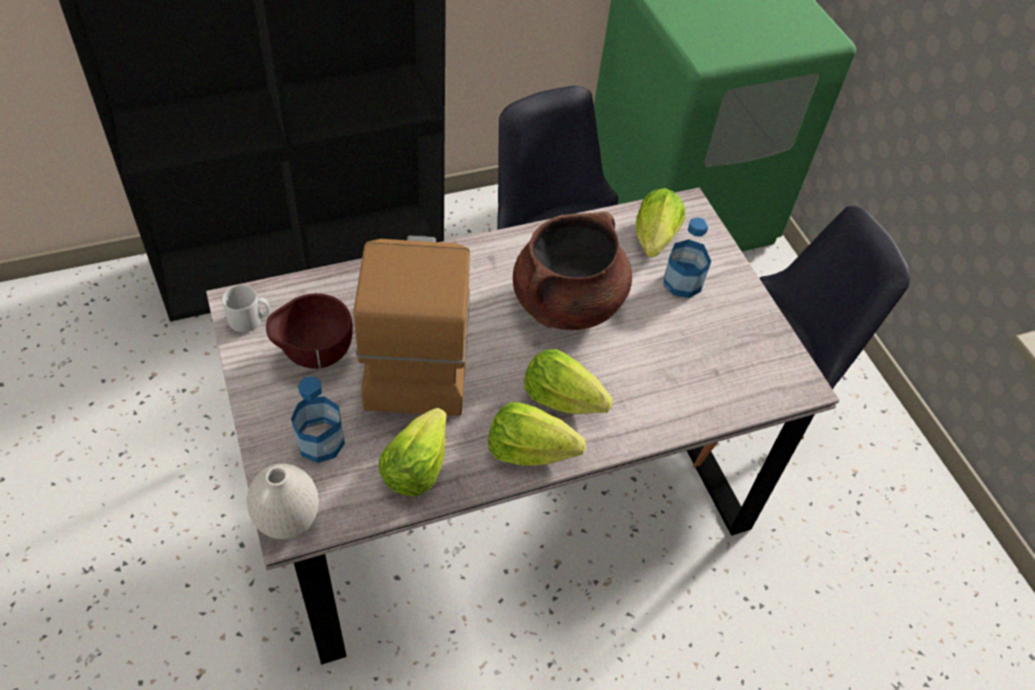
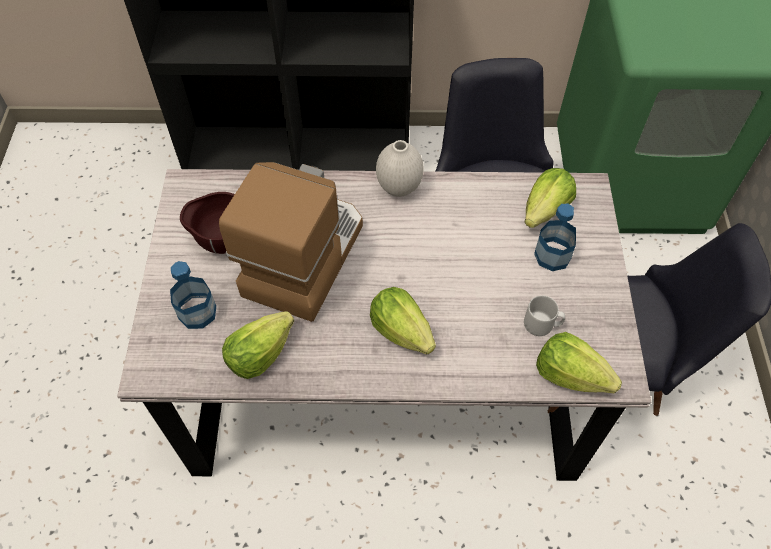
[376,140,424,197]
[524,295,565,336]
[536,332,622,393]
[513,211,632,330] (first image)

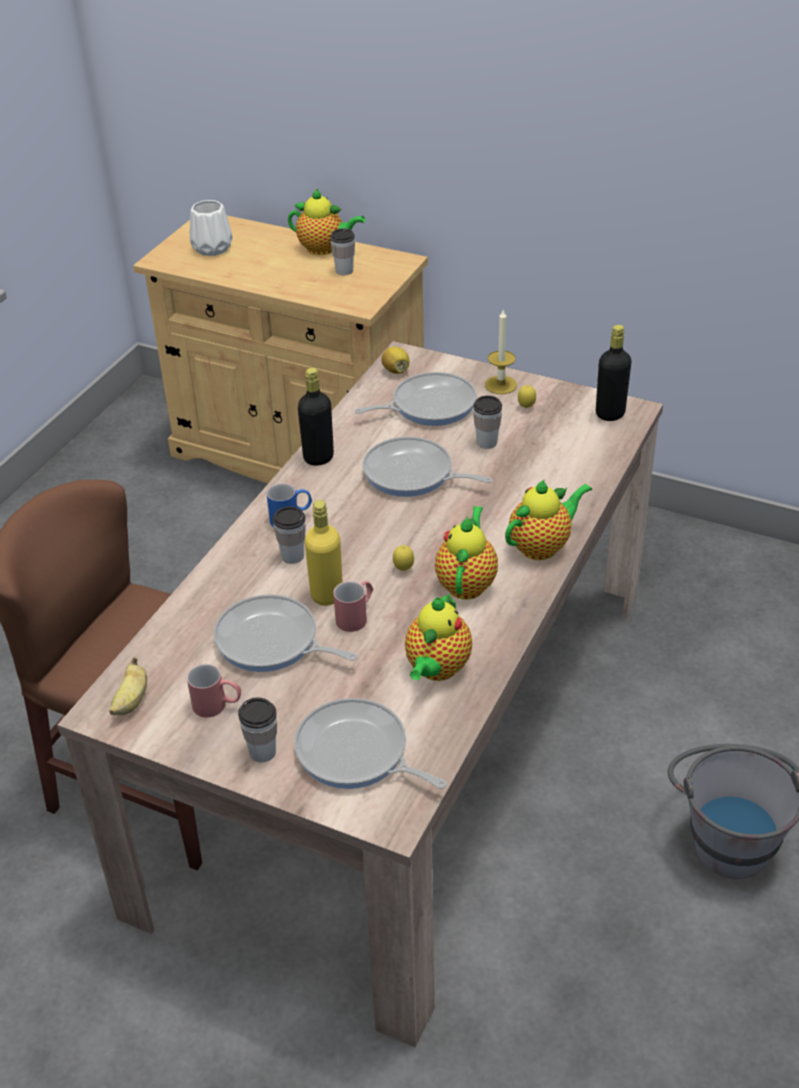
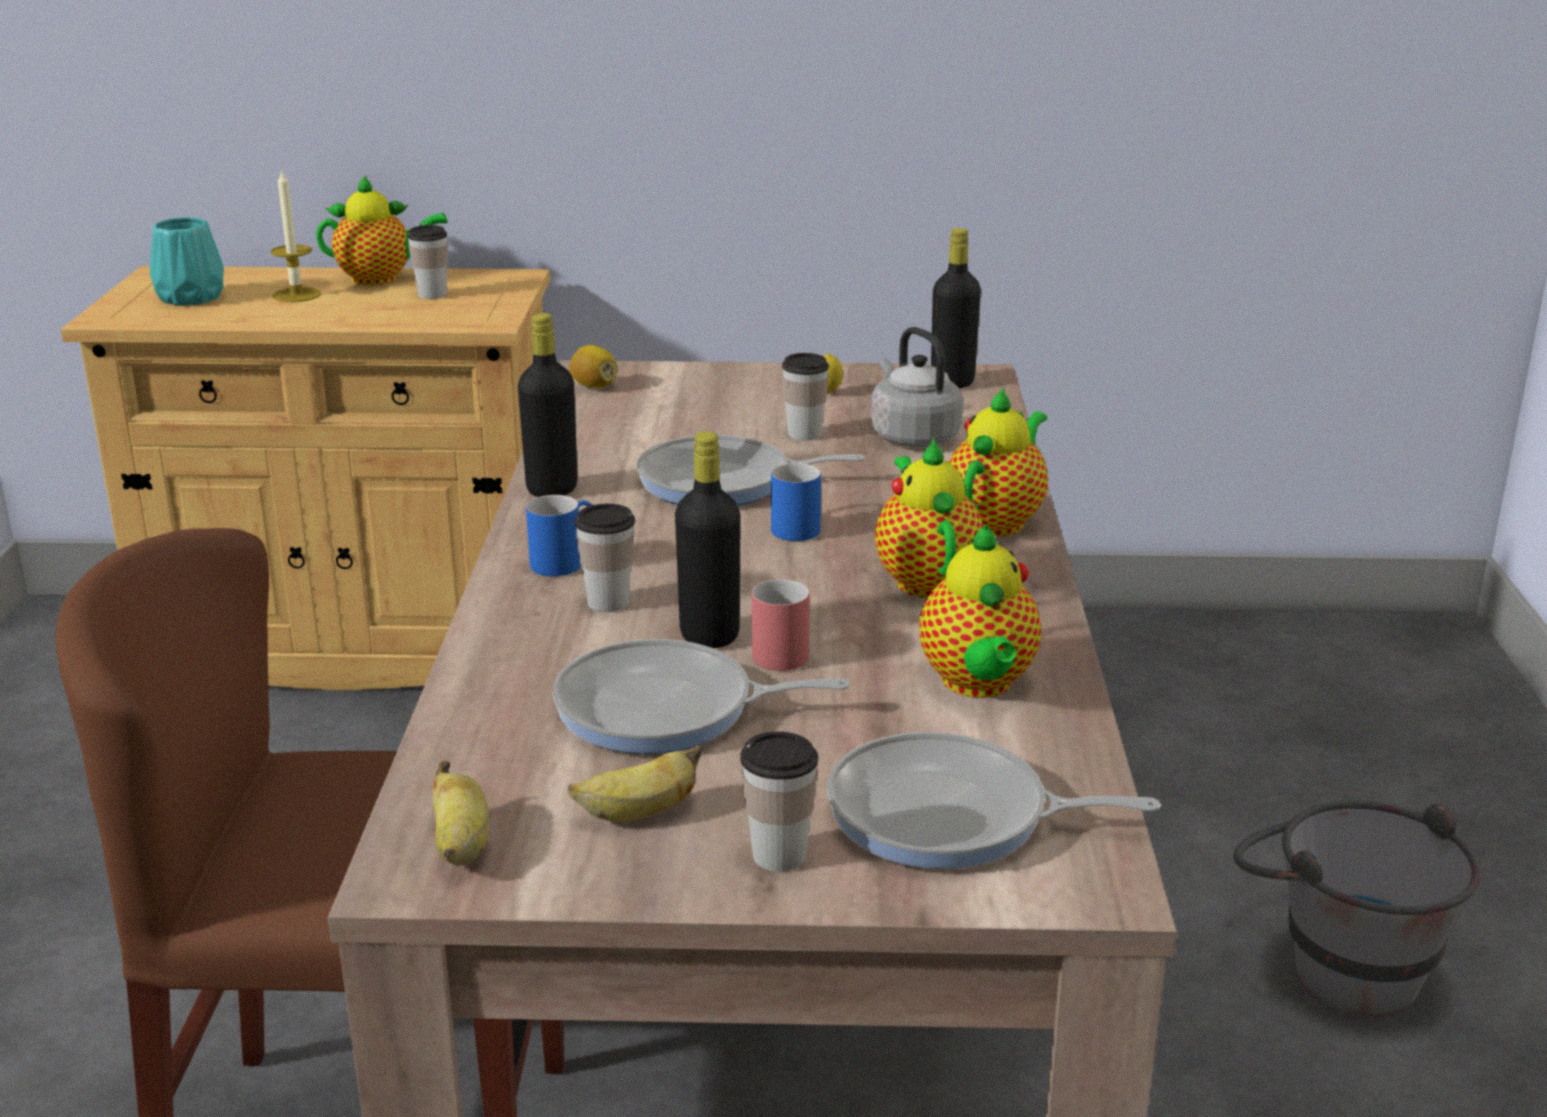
[150,217,224,306]
[271,169,321,302]
[568,745,701,822]
[675,431,741,648]
[771,463,821,541]
[871,327,963,447]
[355,372,477,426] (first image)
[393,545,414,571] (first image)

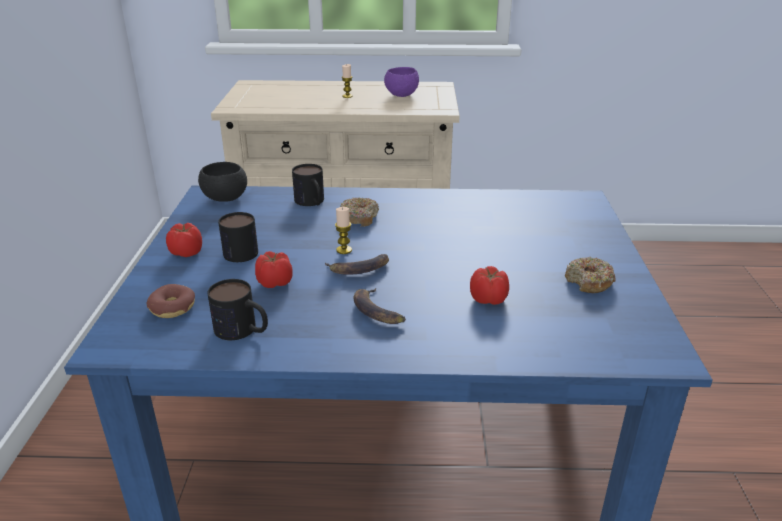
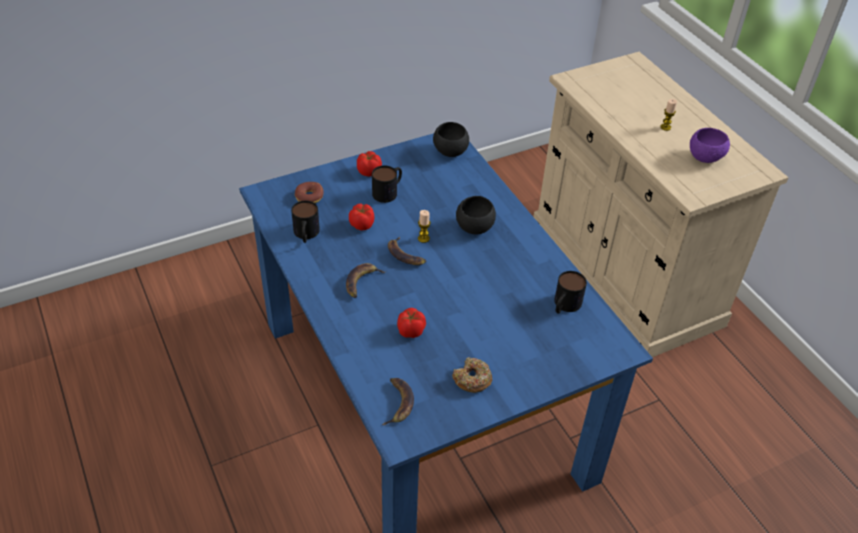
[382,378,414,425]
[456,196,496,234]
[554,271,587,313]

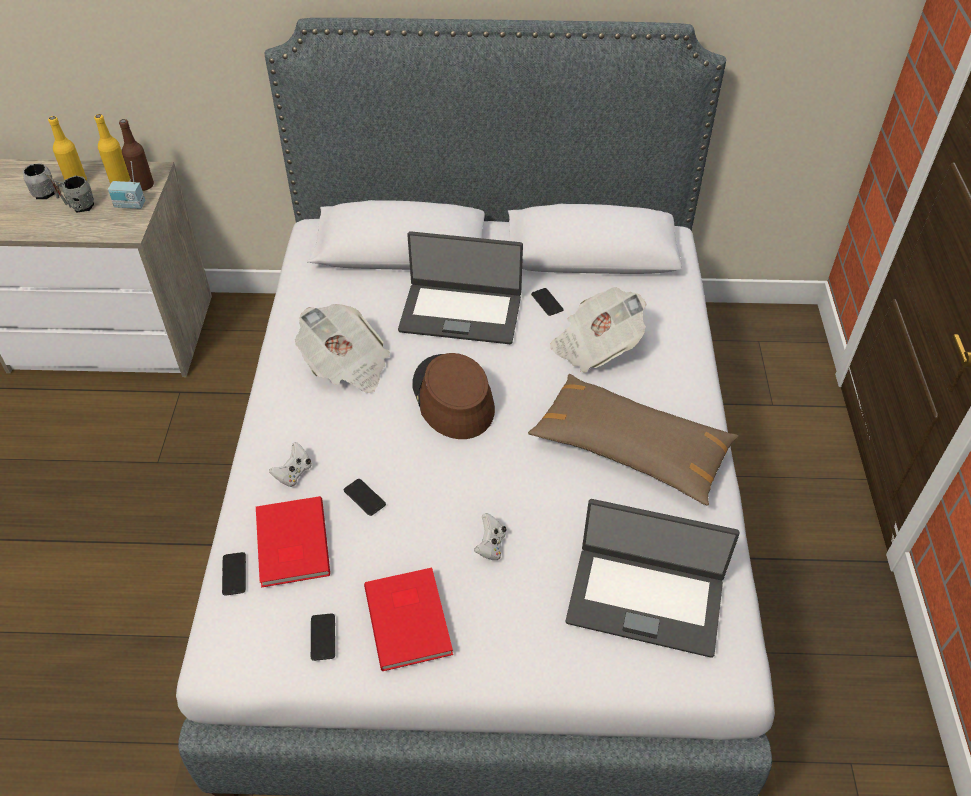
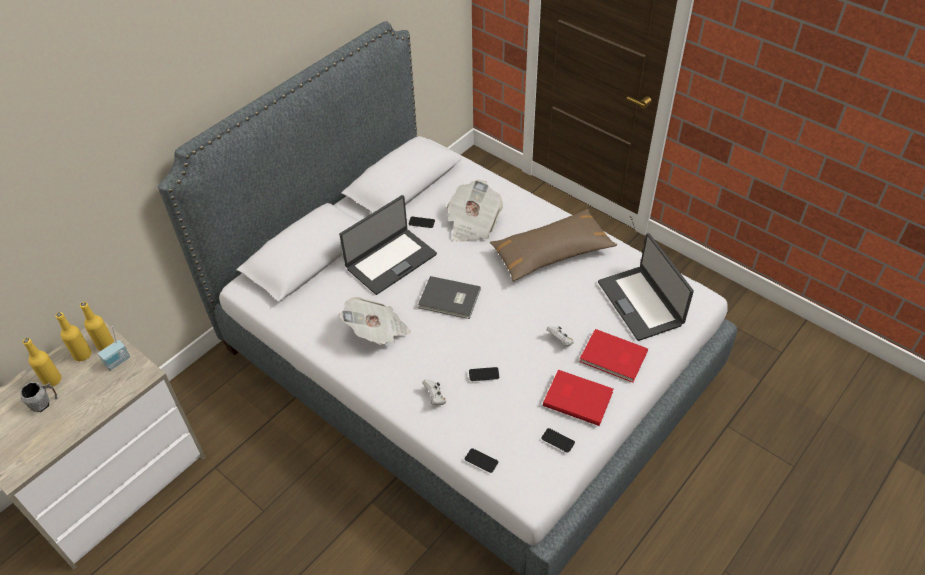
[80,302,114,351]
[418,276,481,319]
[579,329,648,383]
[598,233,694,341]
[54,176,94,213] (first image)

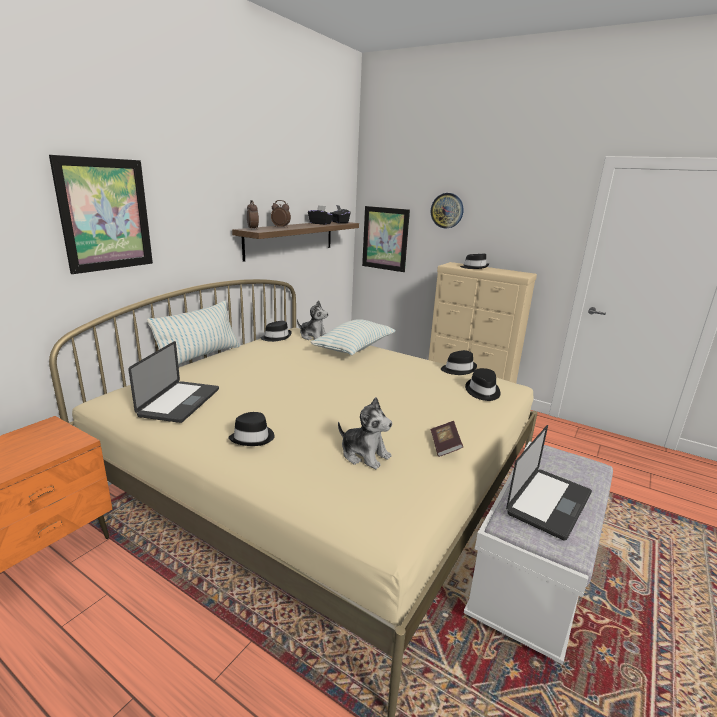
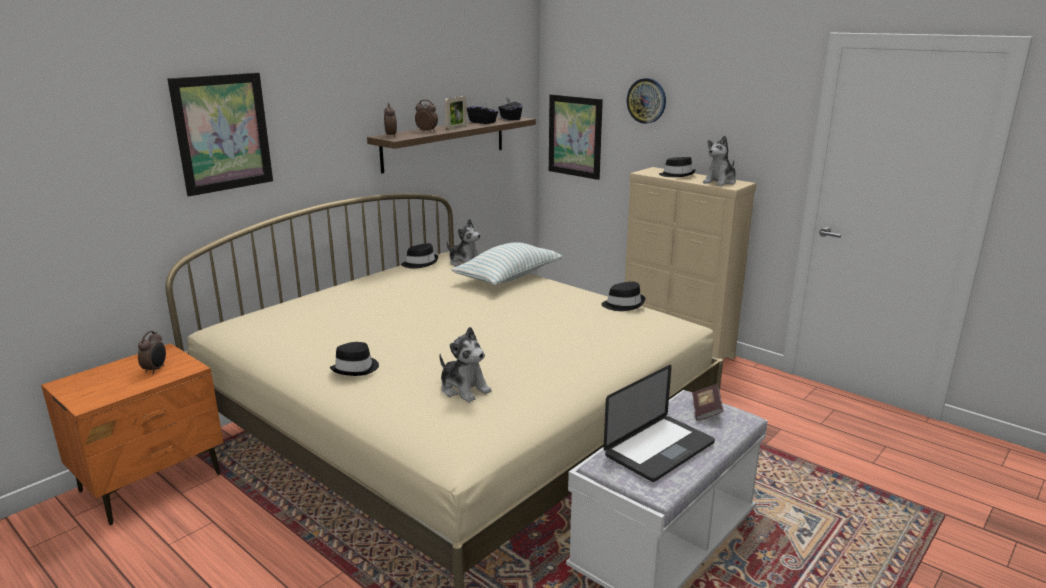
[138,331,166,374]
[445,96,467,130]
[692,384,724,421]
[703,136,736,186]
[128,341,219,423] (first image)
[147,300,240,365] (first image)
[465,368,500,401] (first image)

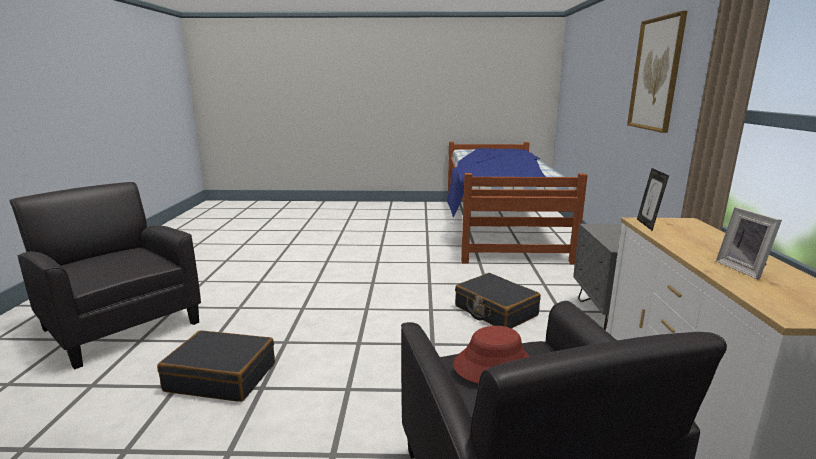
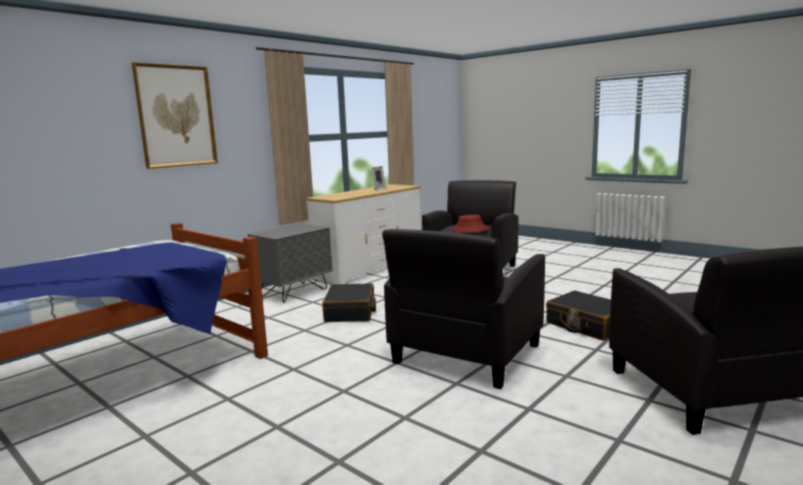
[382,229,545,389]
[637,168,669,231] (first image)

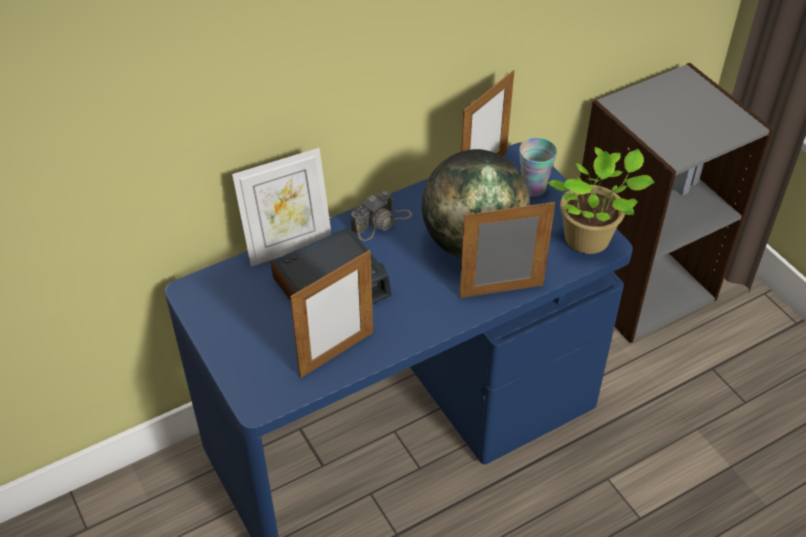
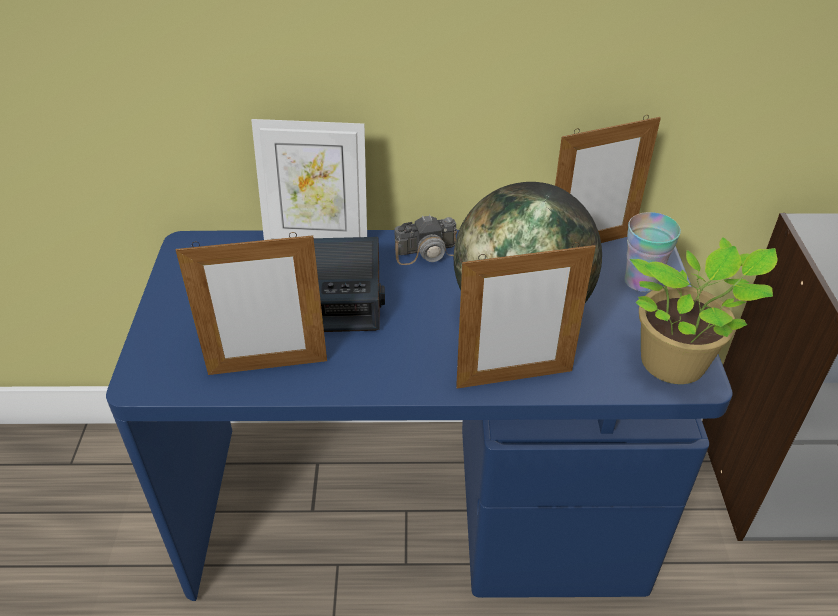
[456,242,596,389]

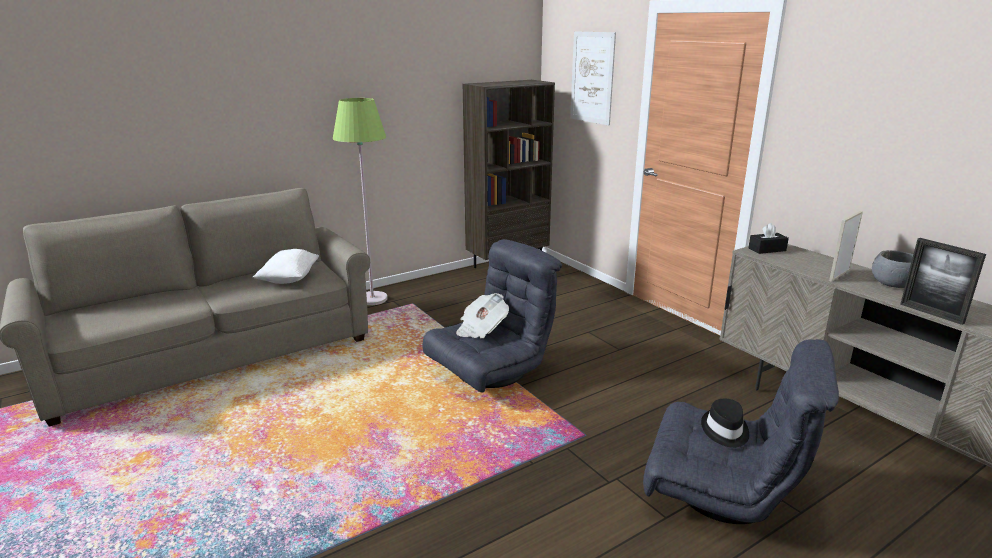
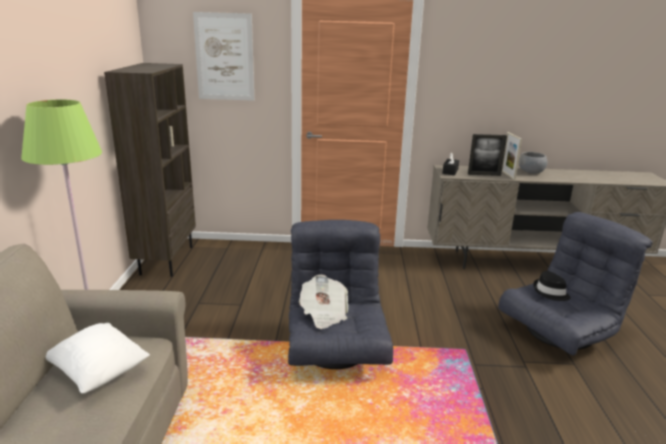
[468,134,507,176]

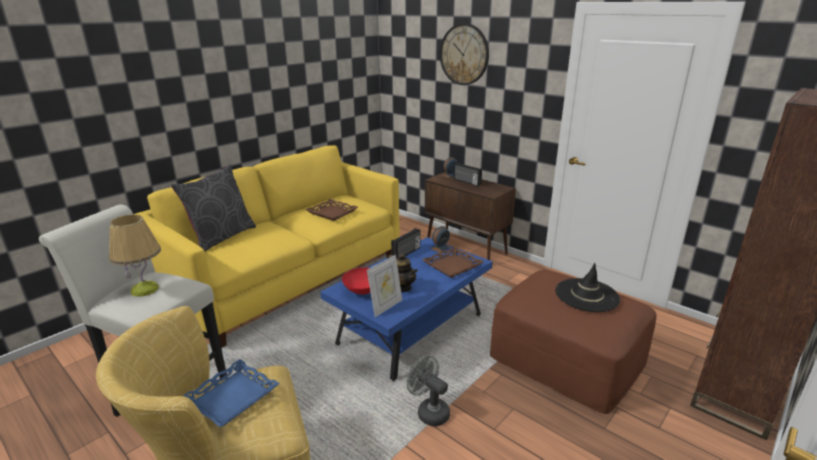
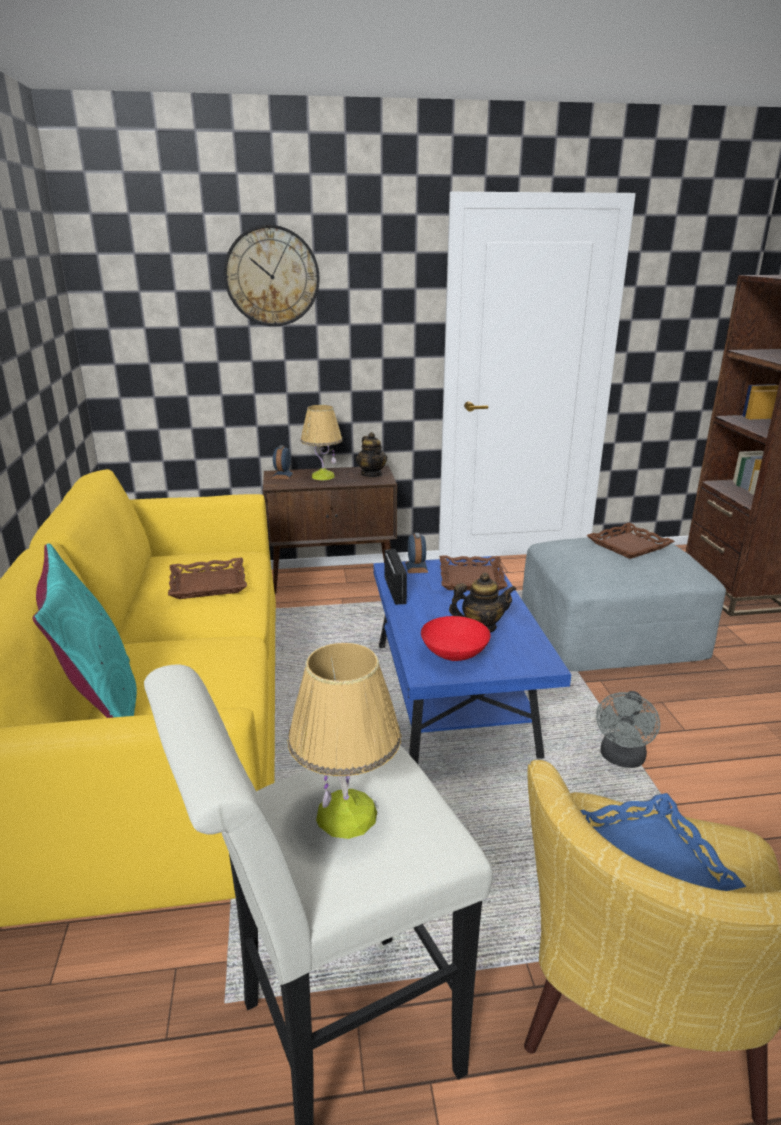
[32,543,137,718]
[301,405,342,480]
[356,432,387,477]
[522,536,726,671]
[587,523,675,559]
[596,691,660,768]
[367,255,402,317] (first image)

